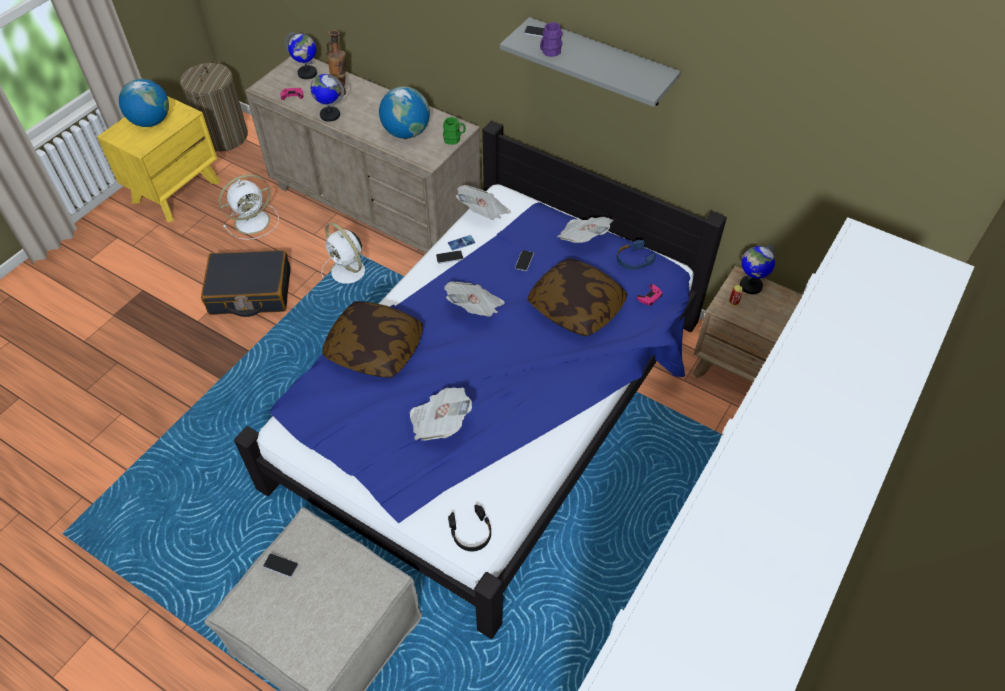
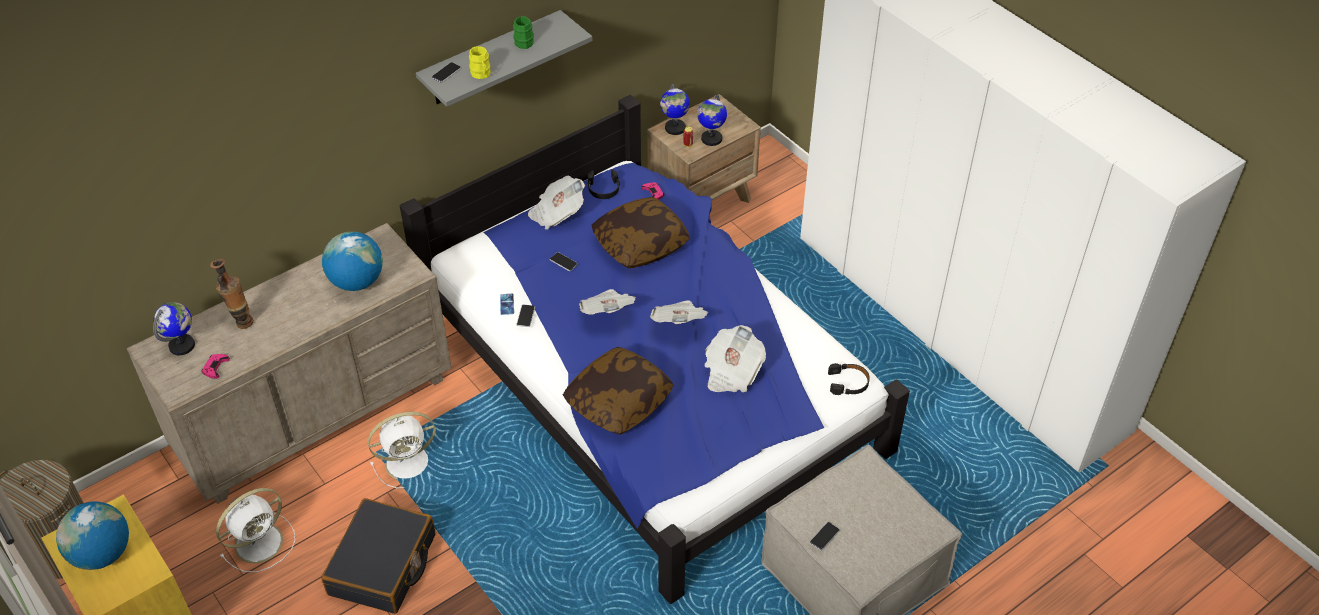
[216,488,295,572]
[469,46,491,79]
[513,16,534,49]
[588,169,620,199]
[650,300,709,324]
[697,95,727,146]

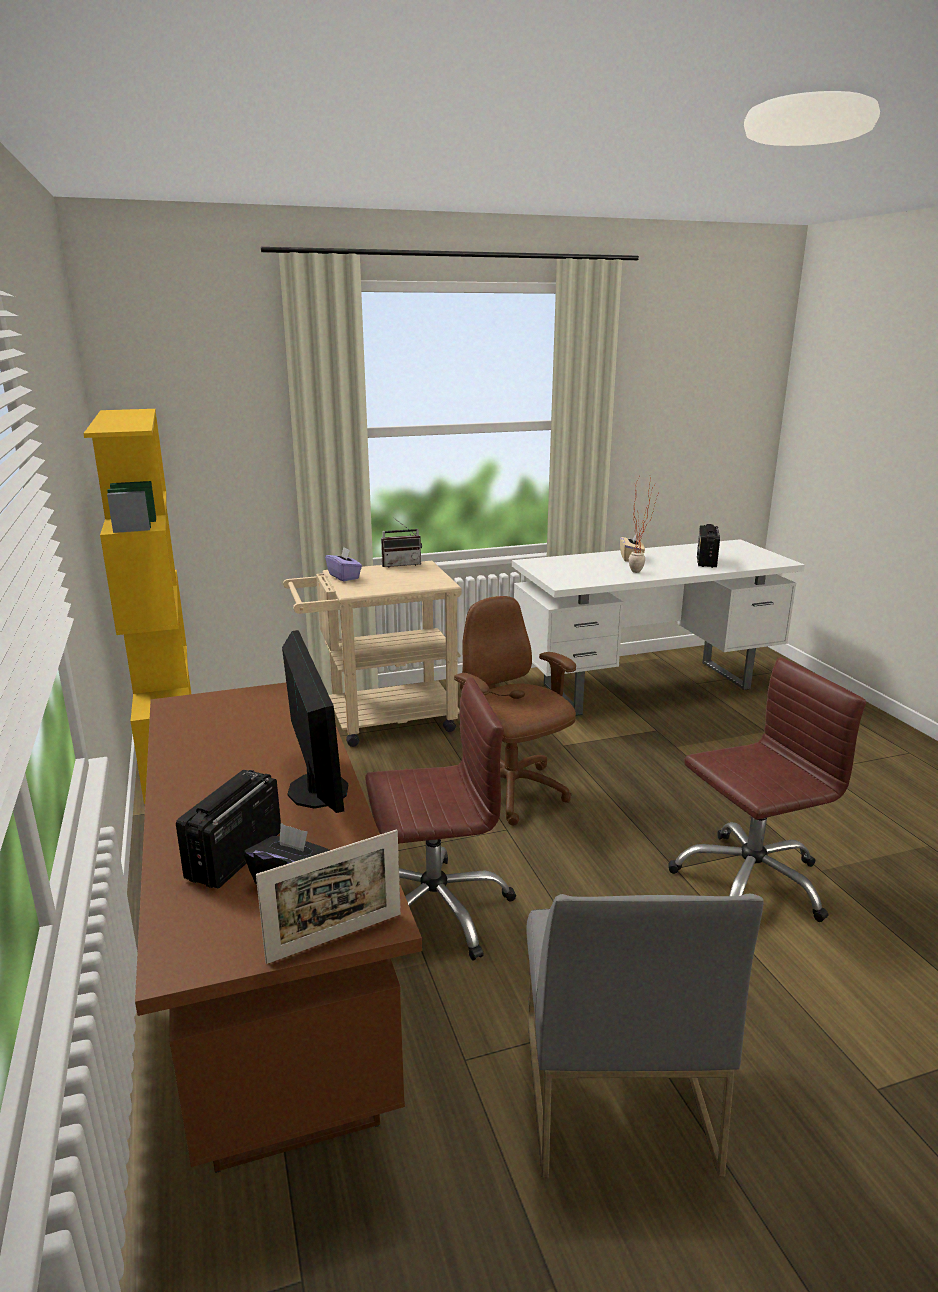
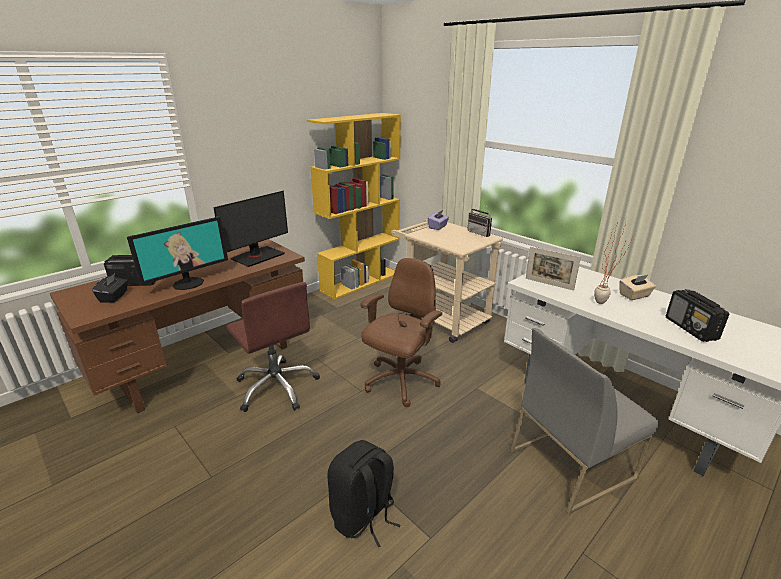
[213,191,288,267]
[328,440,400,548]
[510,328,658,514]
[526,247,581,290]
[666,289,729,342]

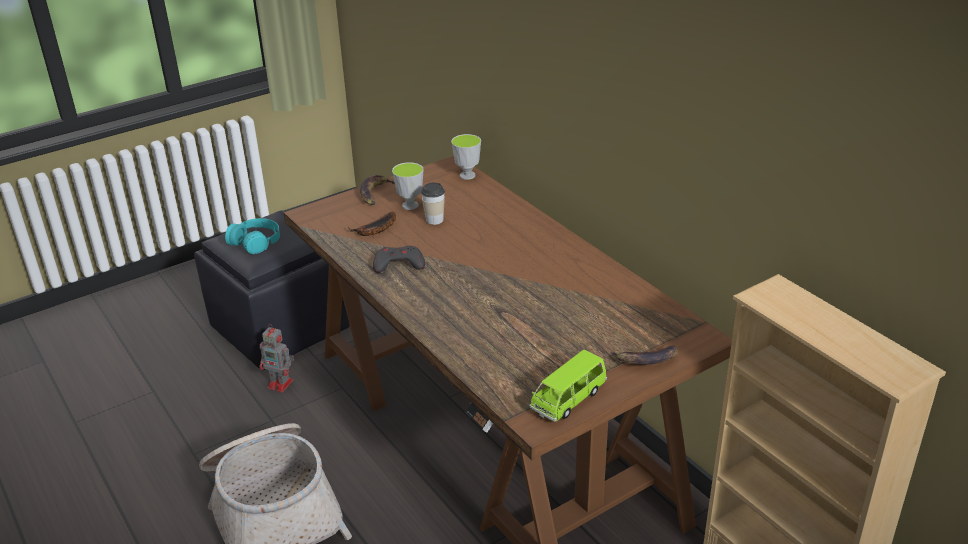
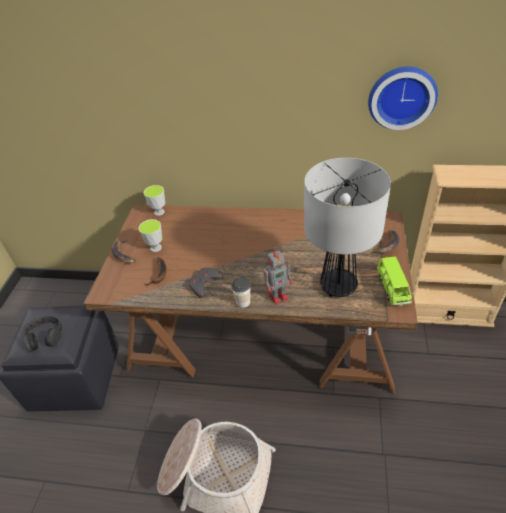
[23,316,62,352]
[232,277,251,308]
[263,250,293,305]
[304,158,391,297]
[368,67,438,130]

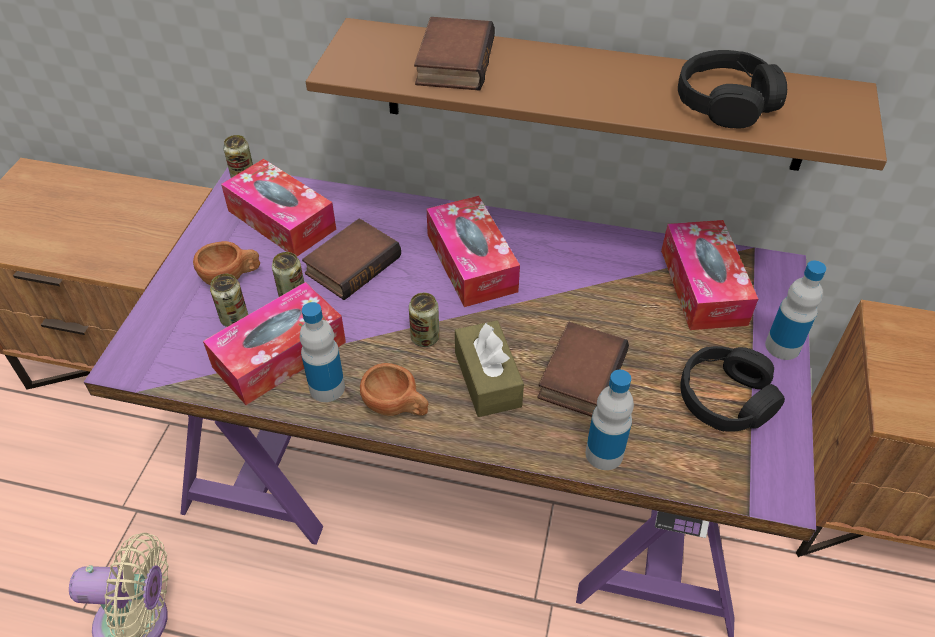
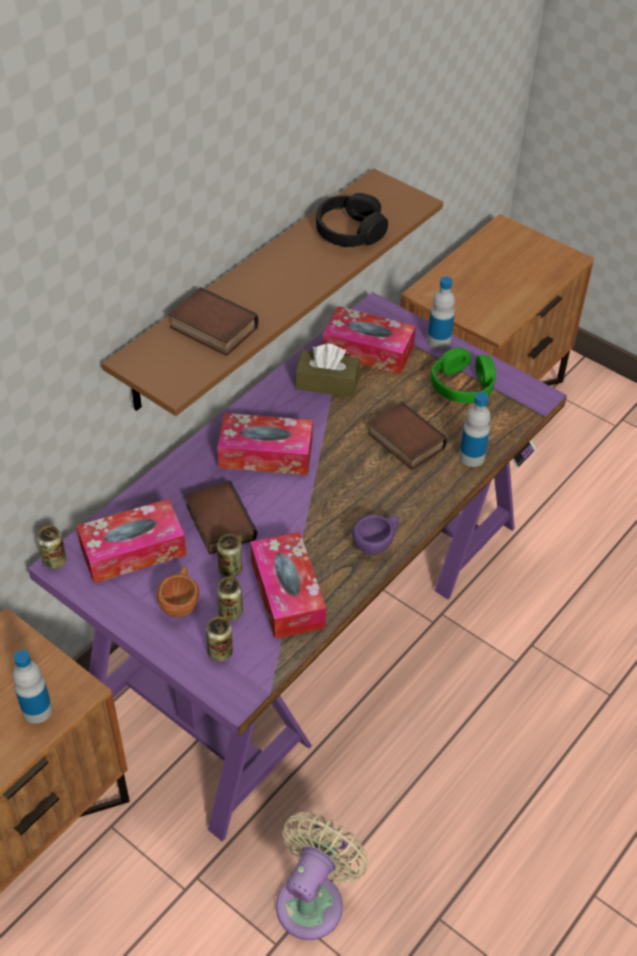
[13,650,52,724]
[206,617,233,662]
[295,344,360,397]
[352,515,399,555]
[431,347,496,403]

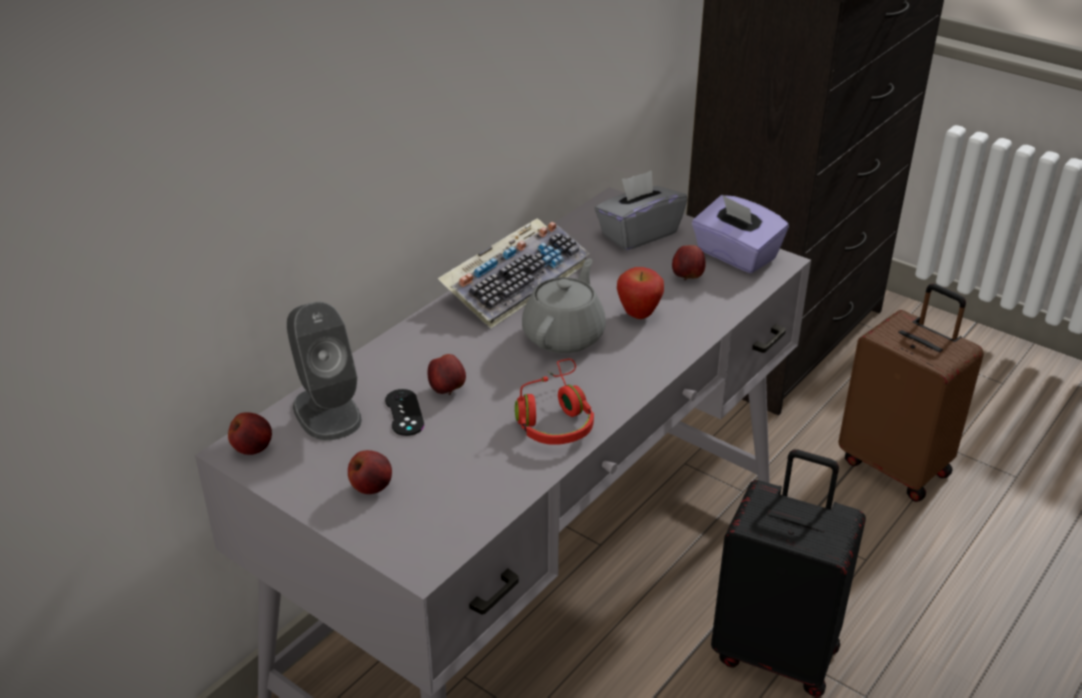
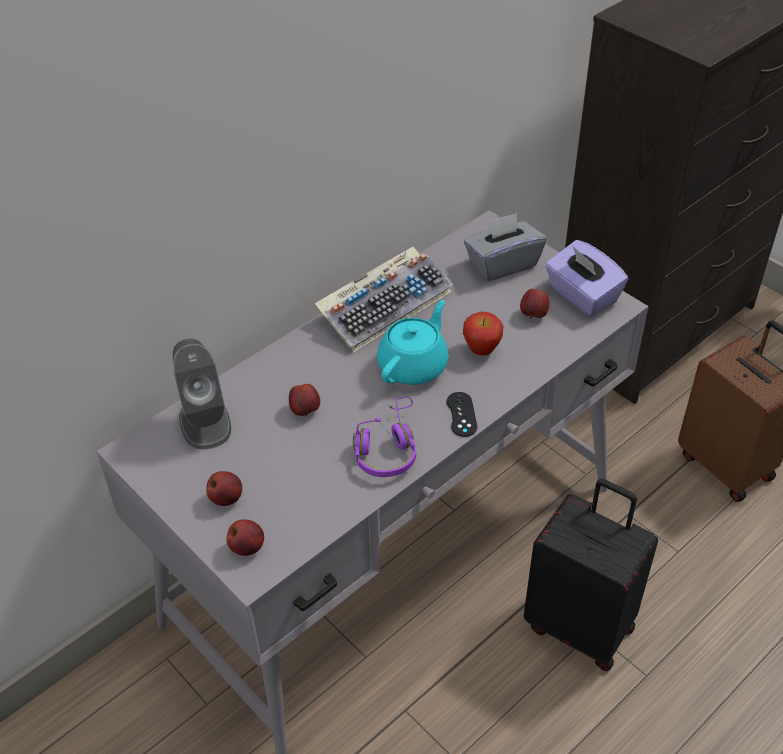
[226,519,264,556]
[353,397,416,477]
[377,300,449,385]
[447,392,477,437]

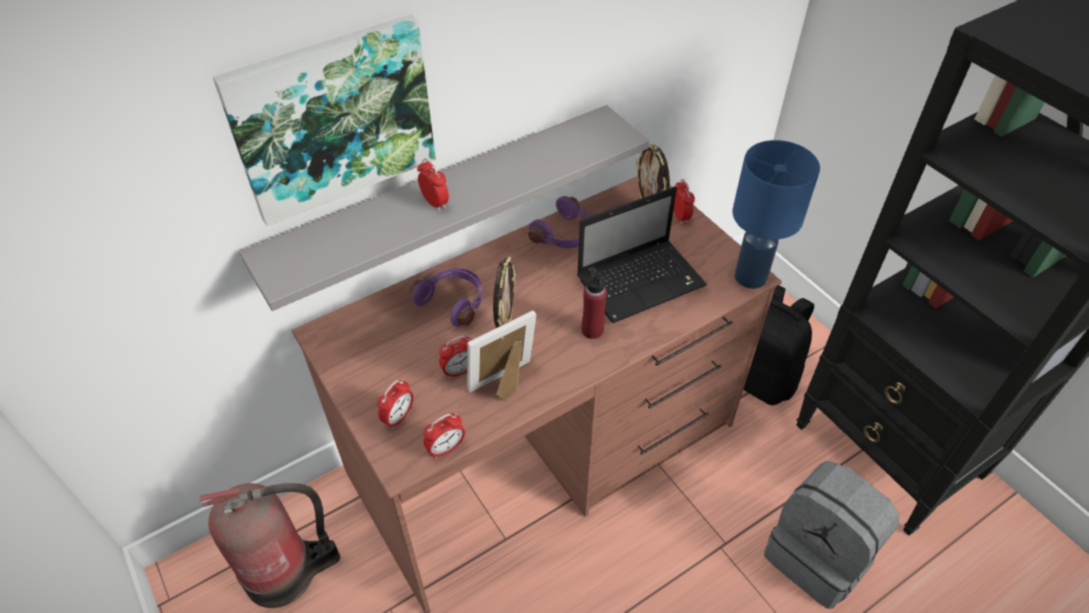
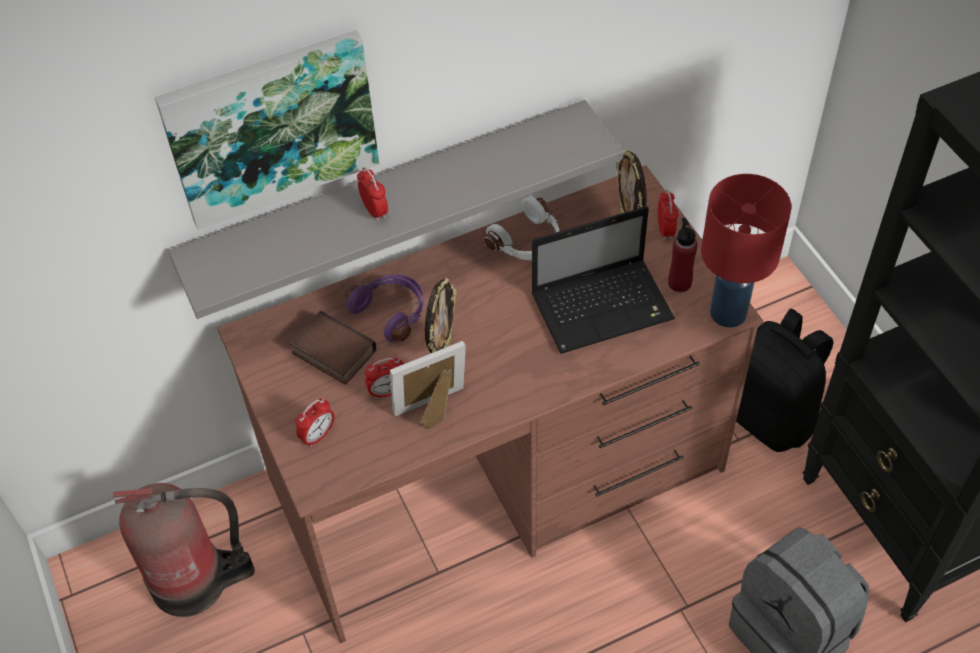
[290,310,376,384]
[484,196,559,260]
[668,218,698,292]
[701,174,791,328]
[423,413,465,459] (first image)

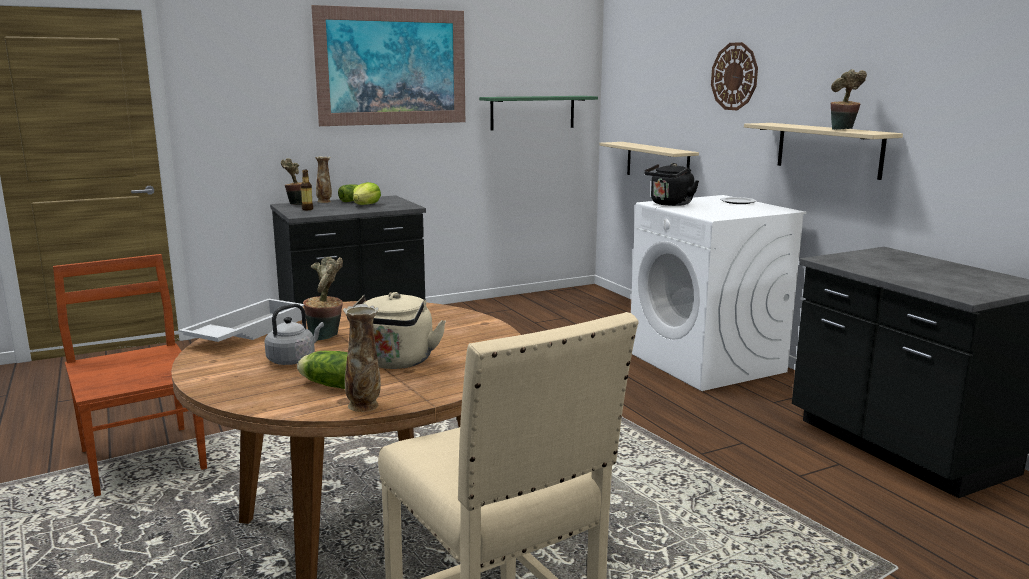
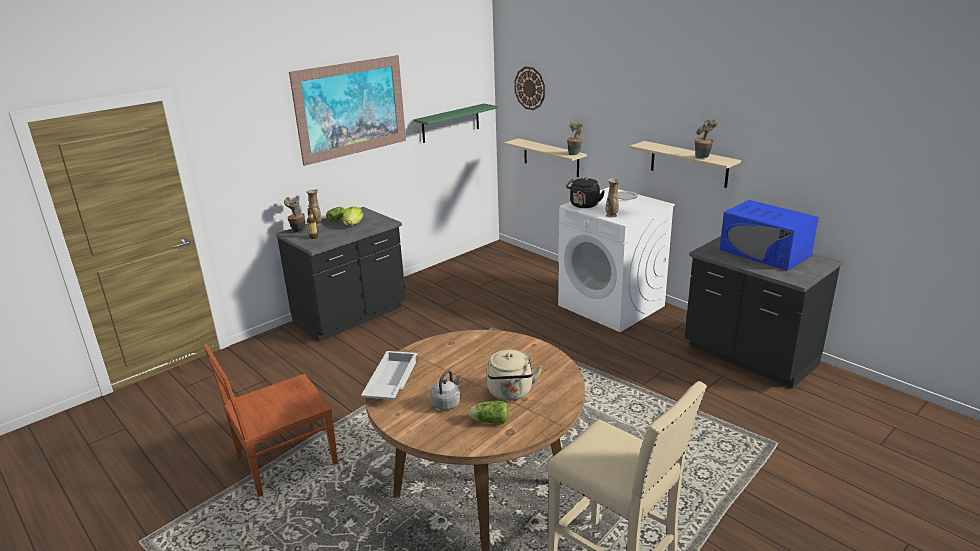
[203,344,338,497]
[514,66,545,110]
[567,121,583,155]
[606,178,620,218]
[719,200,819,271]

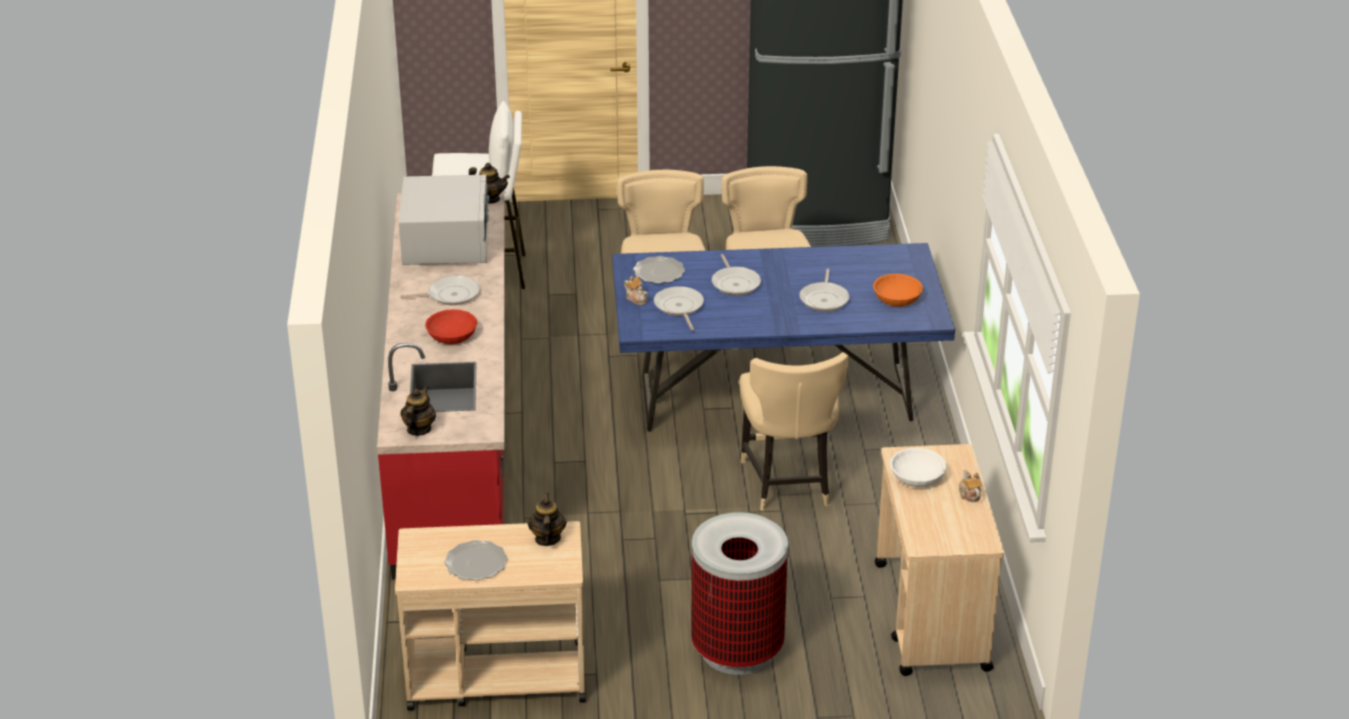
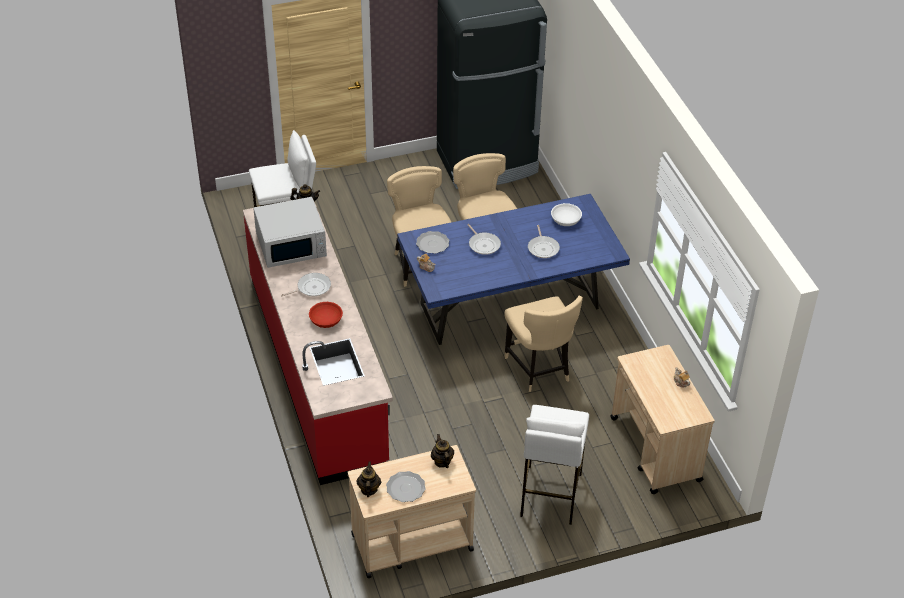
[253,197,327,268]
[356,461,381,497]
[520,405,589,525]
[551,203,582,226]
[654,286,704,331] (first image)
[873,274,923,307] (first image)

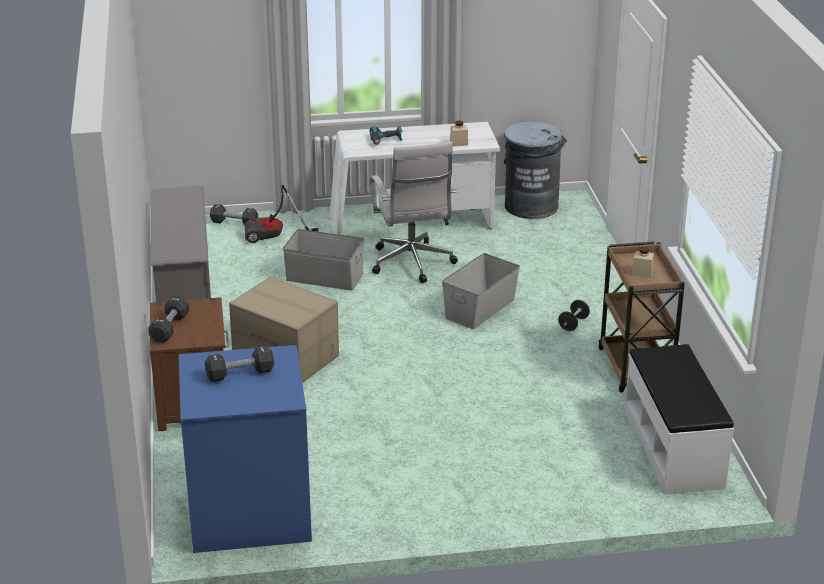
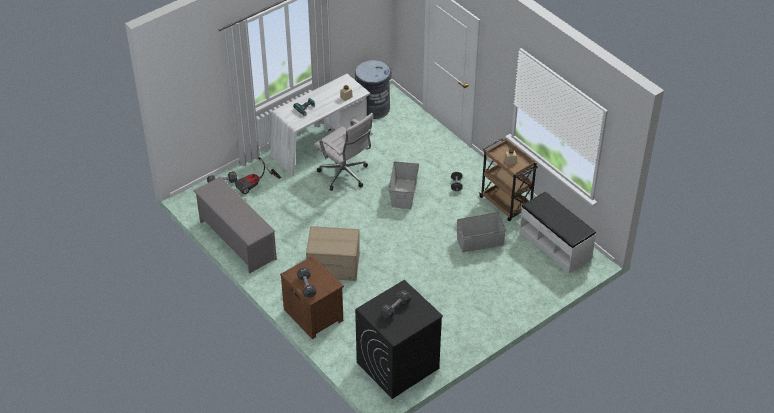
[355,280,443,399]
[457,212,506,252]

